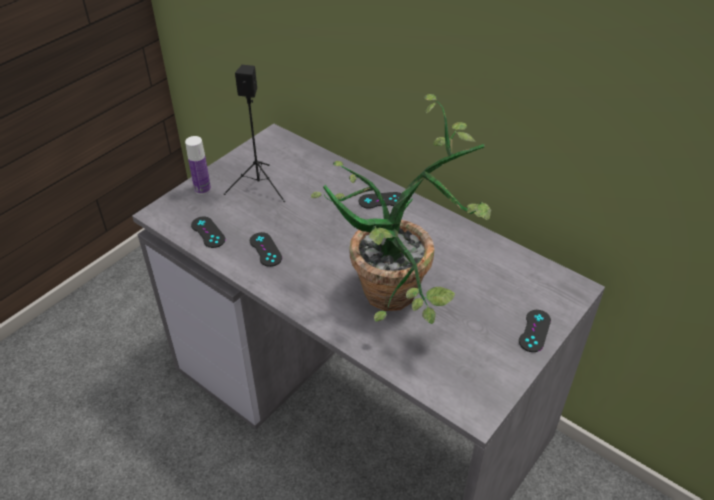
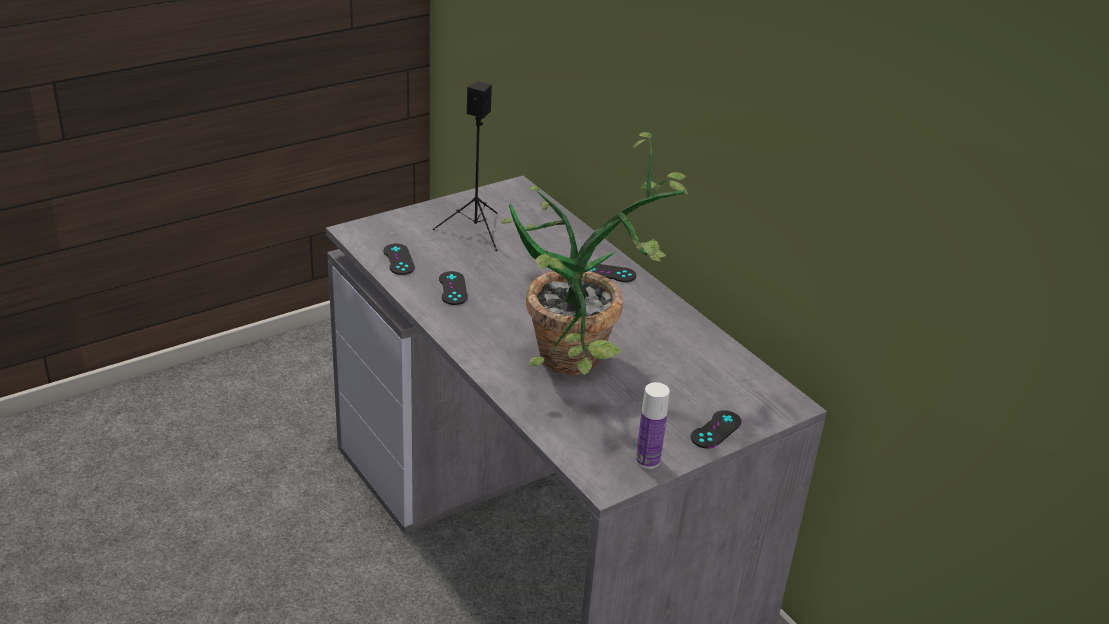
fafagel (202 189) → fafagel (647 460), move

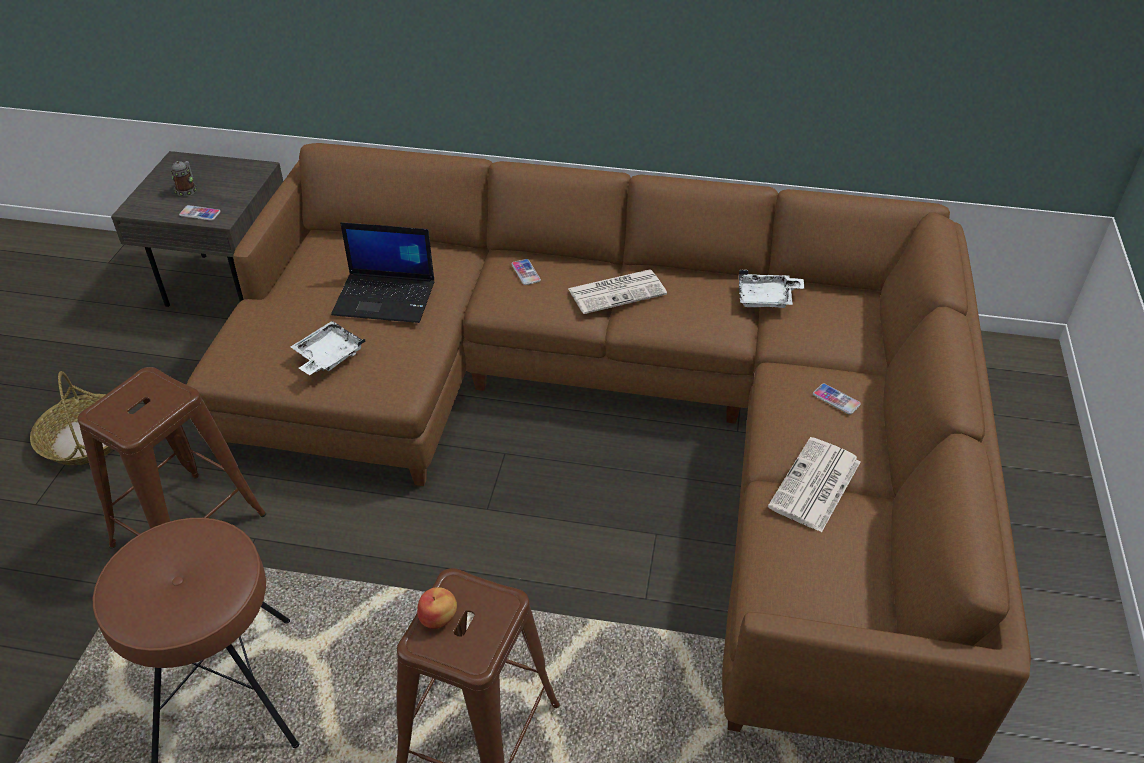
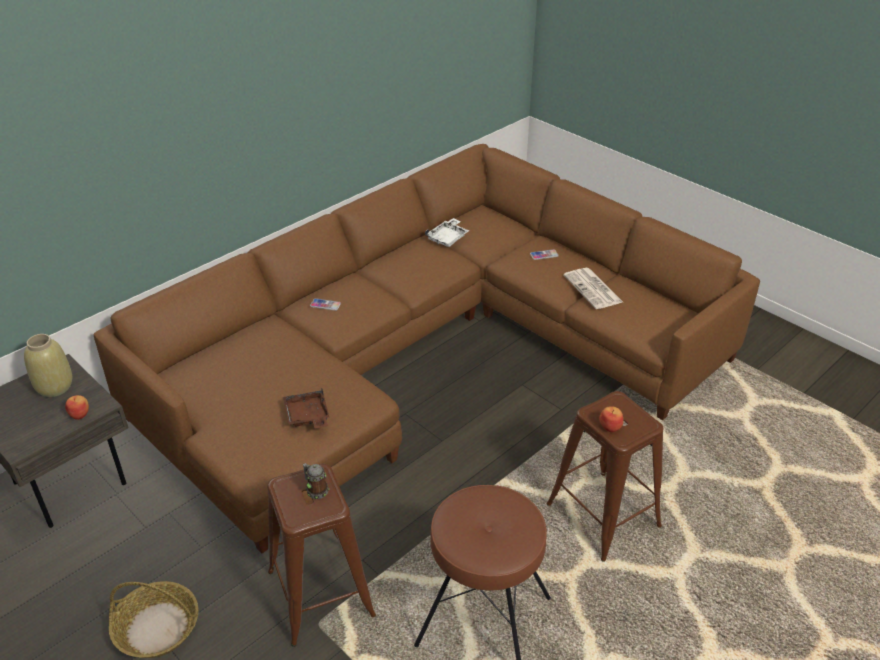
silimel (187 189) → silimel (315 489), move
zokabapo (200 214) → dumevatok (80 414)
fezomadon (386 298) → -
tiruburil (618 291) → -
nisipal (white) (328 356) → nisipal (brown) (307 416)
- → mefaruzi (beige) (54 387)

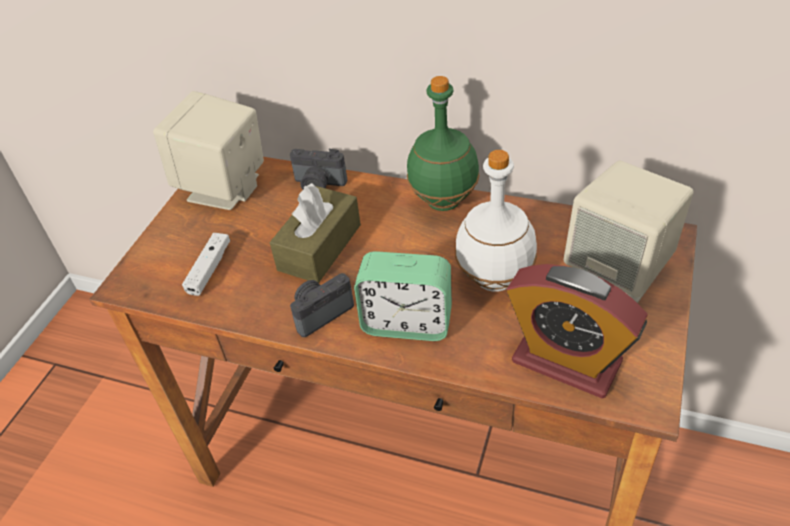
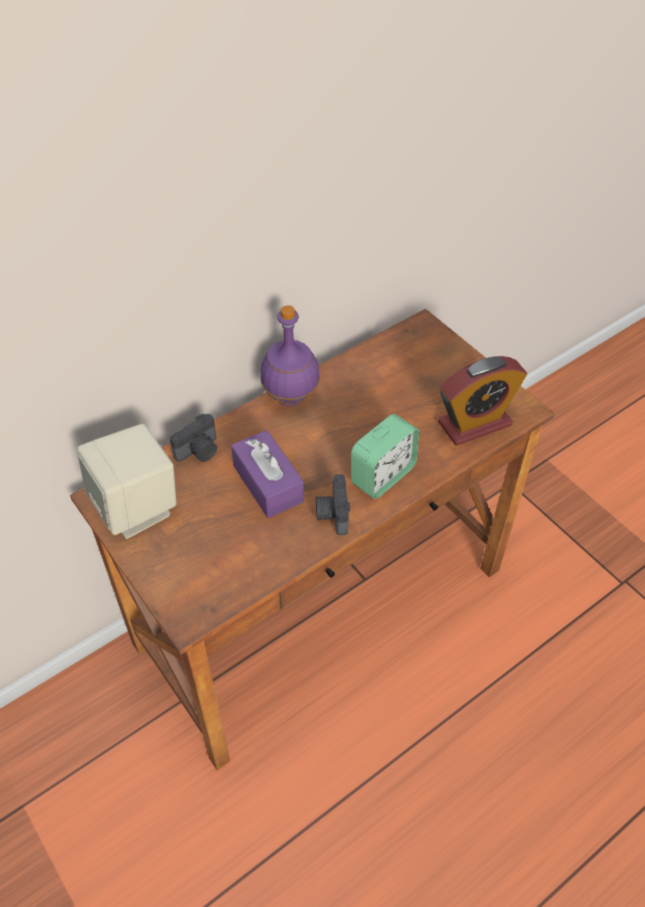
fafagel (green) (443 200) → fafagel (purple) (289 397)
fafagel (white) (495 280) → -
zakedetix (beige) (619 270) → -
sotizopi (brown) (319 247) → sotizopi (purple) (268 483)
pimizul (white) (209 269) → -

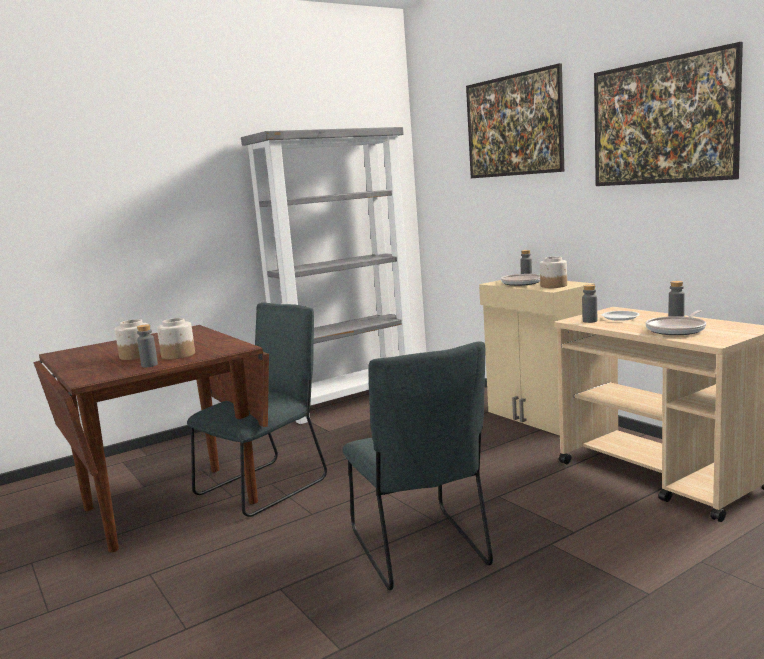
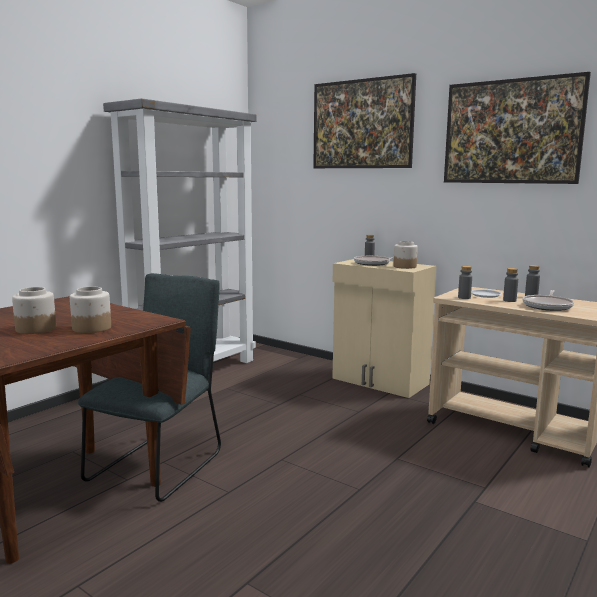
fafagel (grey) (149 365) → fafagel (grey) (509 300), move
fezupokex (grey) (421 552) → -

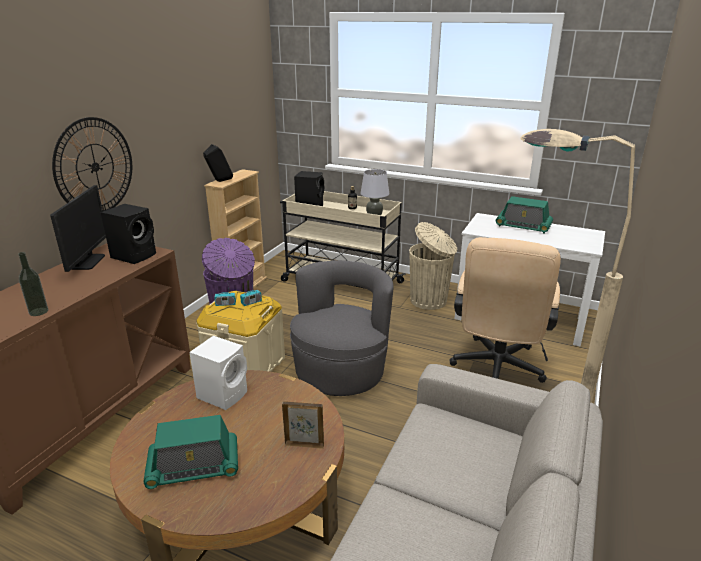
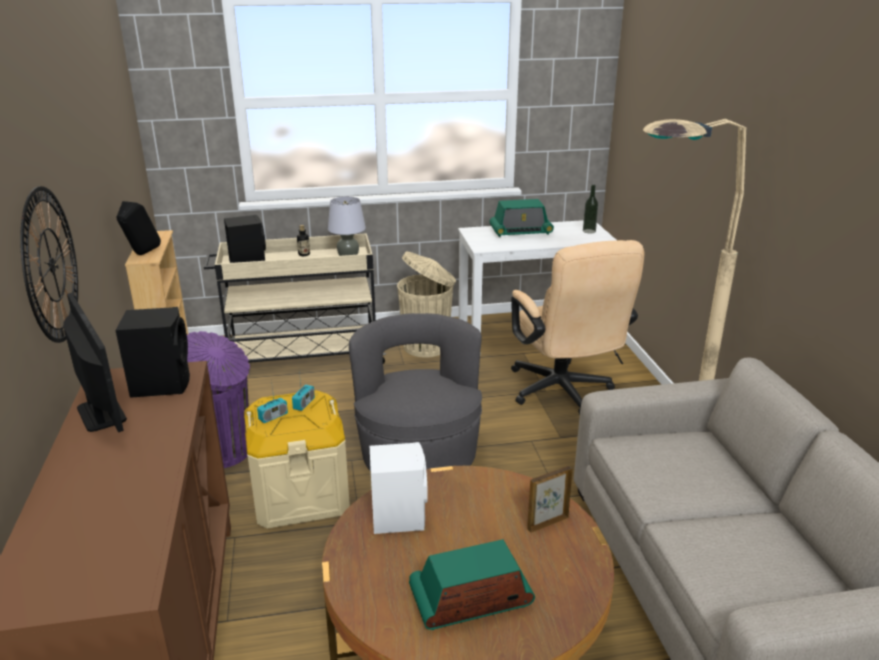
fafagel (38 311) → fafagel (589 231), move
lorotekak (193 467) → lorotekak (470 599), 150 degrees counterclockwise

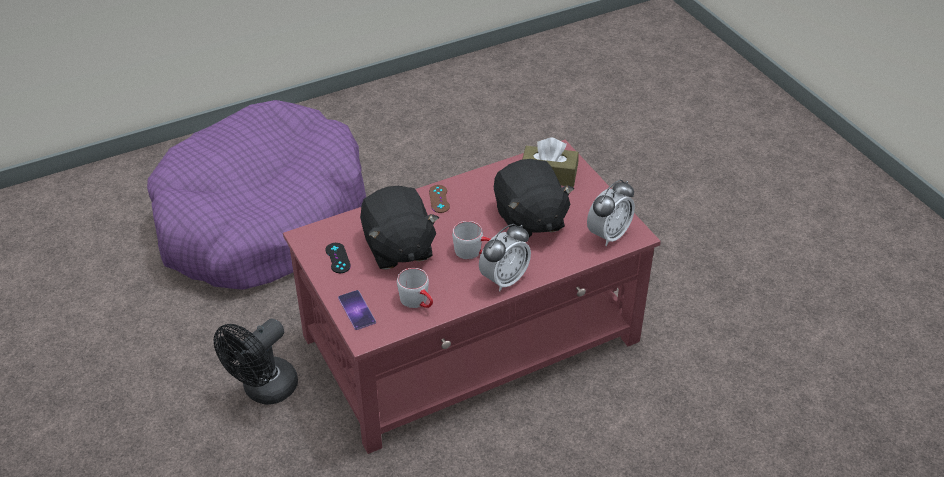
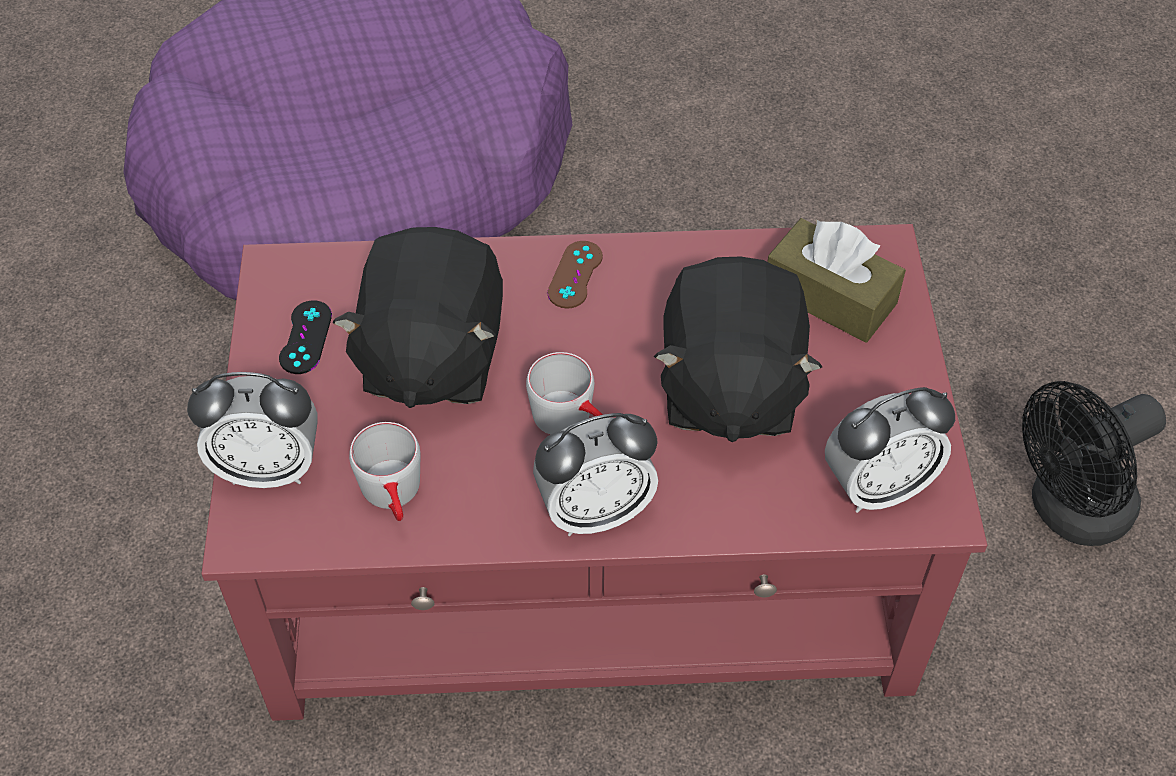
zokabapo (356 310) → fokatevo (269 468)
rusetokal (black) (264 391) → rusetokal (black) (1068 512), move

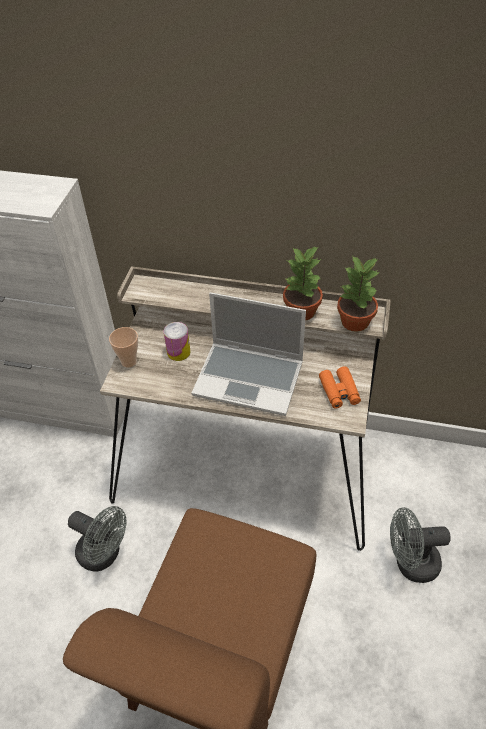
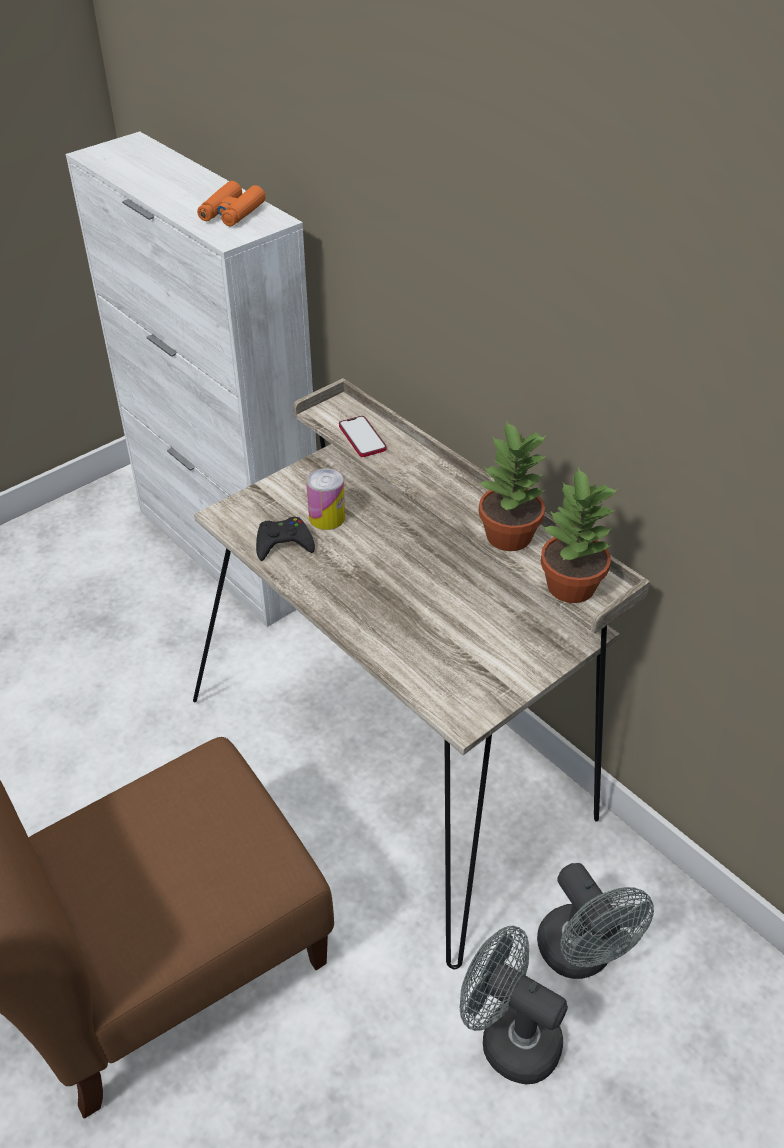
fezomadon (250 378) → -
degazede (129 361) → -
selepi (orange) (339 391) → selepi (orange) (231 213), move
rusetokal (grey) (104 554) → rusetokal (grey) (582 956), move
- → zokabapo (362 438)
- → pimizul (black) (283 543)

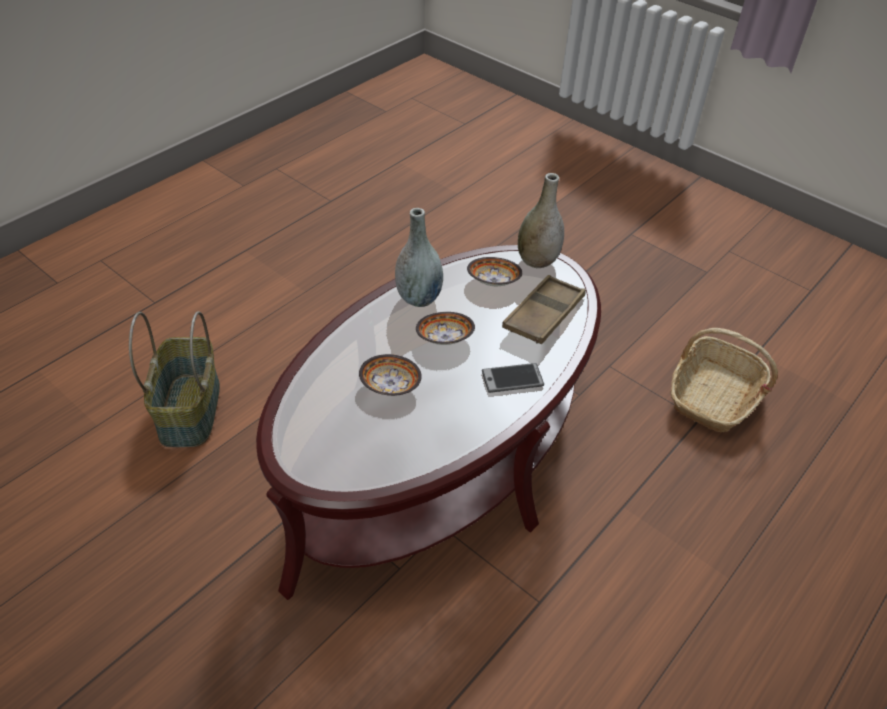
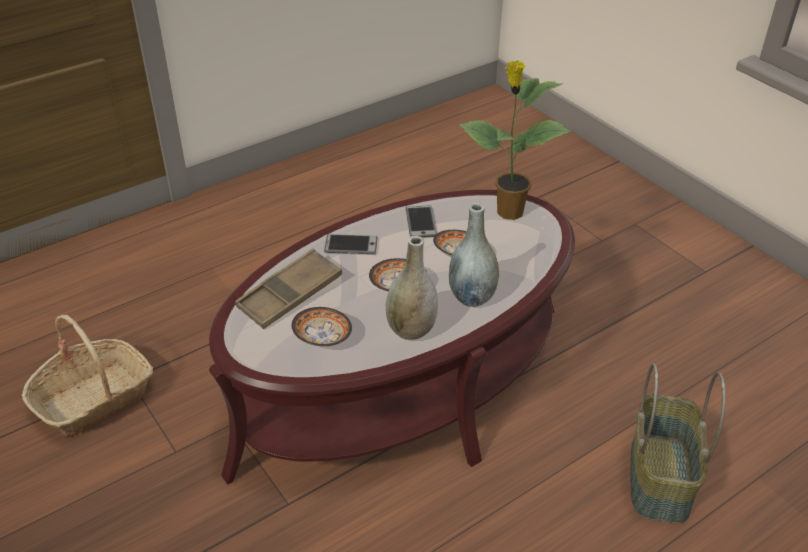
mefaruzi (grey) (537 261) → mefaruzi (grey) (471 297), move
- → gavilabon (508 212)
- → zokabapo (420 222)

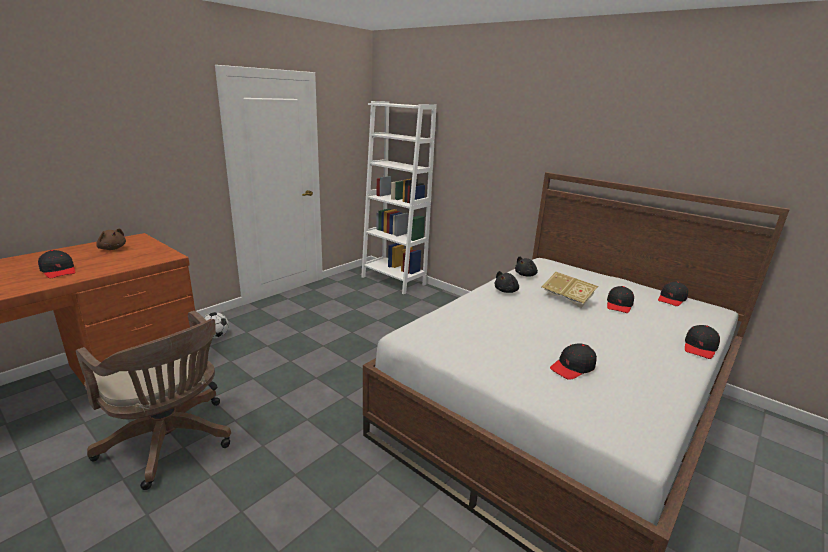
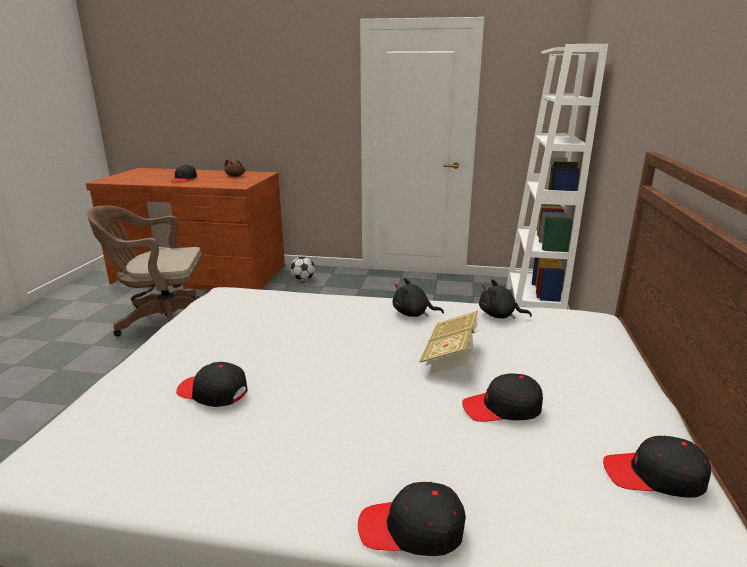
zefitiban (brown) (171 443) → zefitiban (brown) (163 322), 75 degrees clockwise

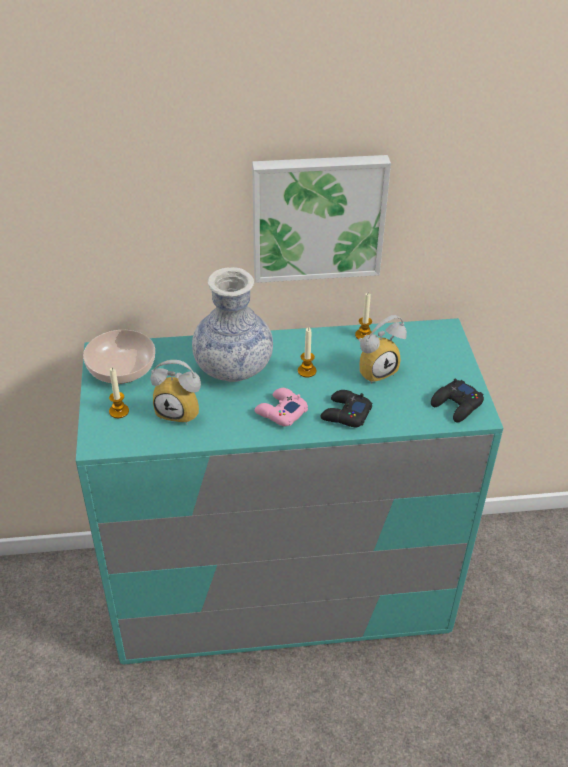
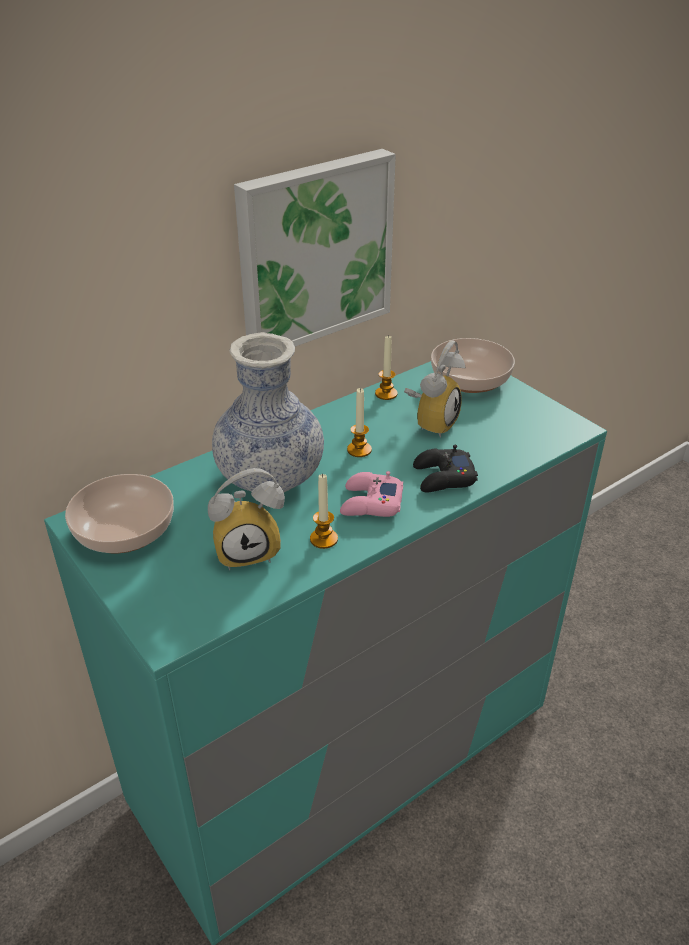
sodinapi (119 411) → sodinapi (323 539), move
pimizul (black) (456 405) → -
- → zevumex (469 379)

